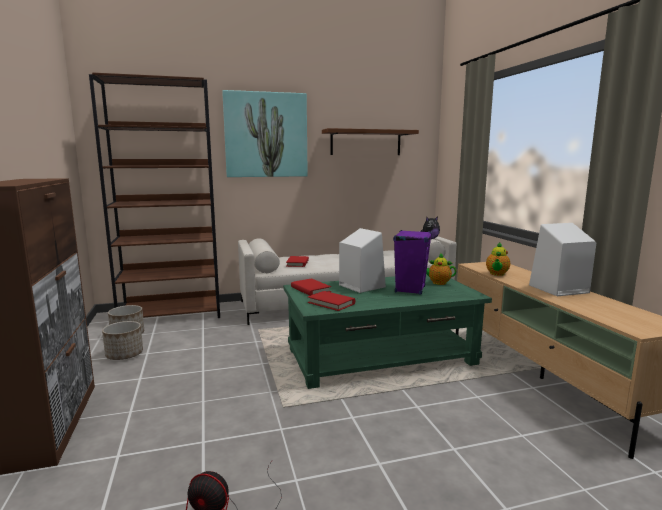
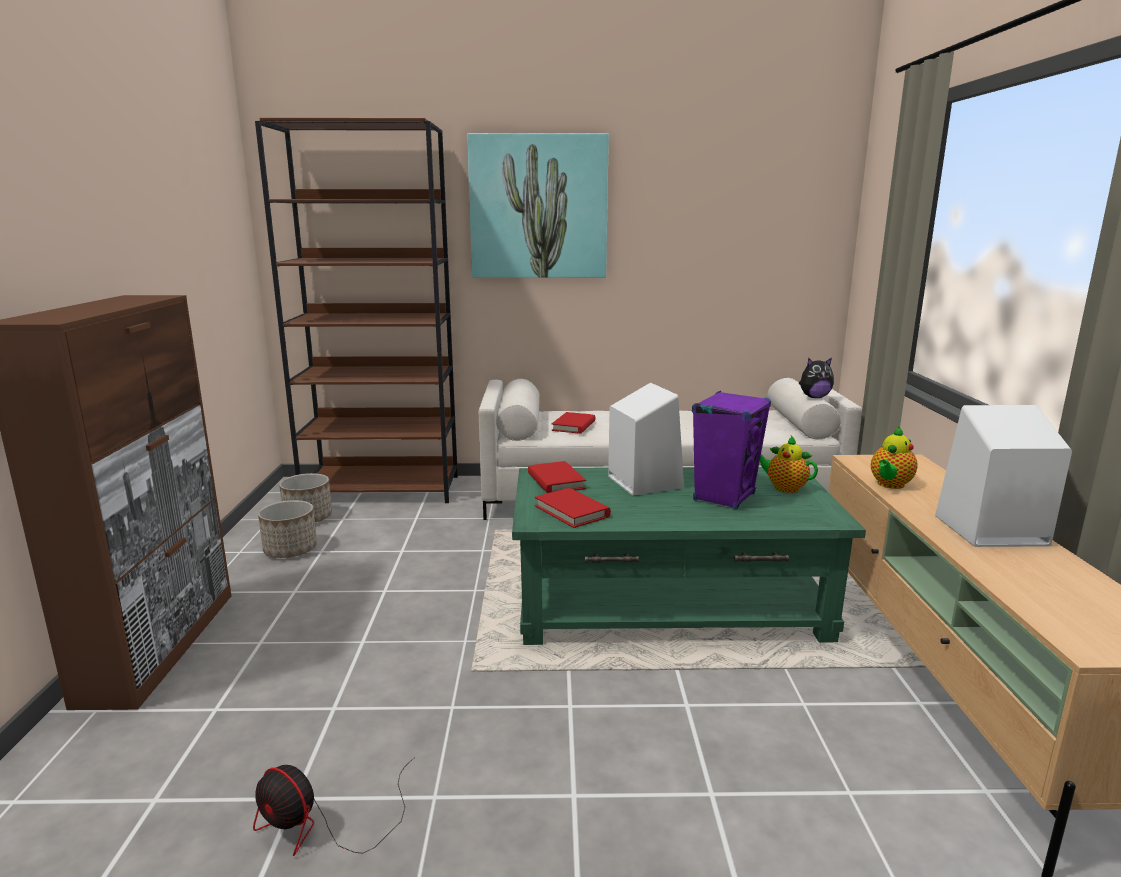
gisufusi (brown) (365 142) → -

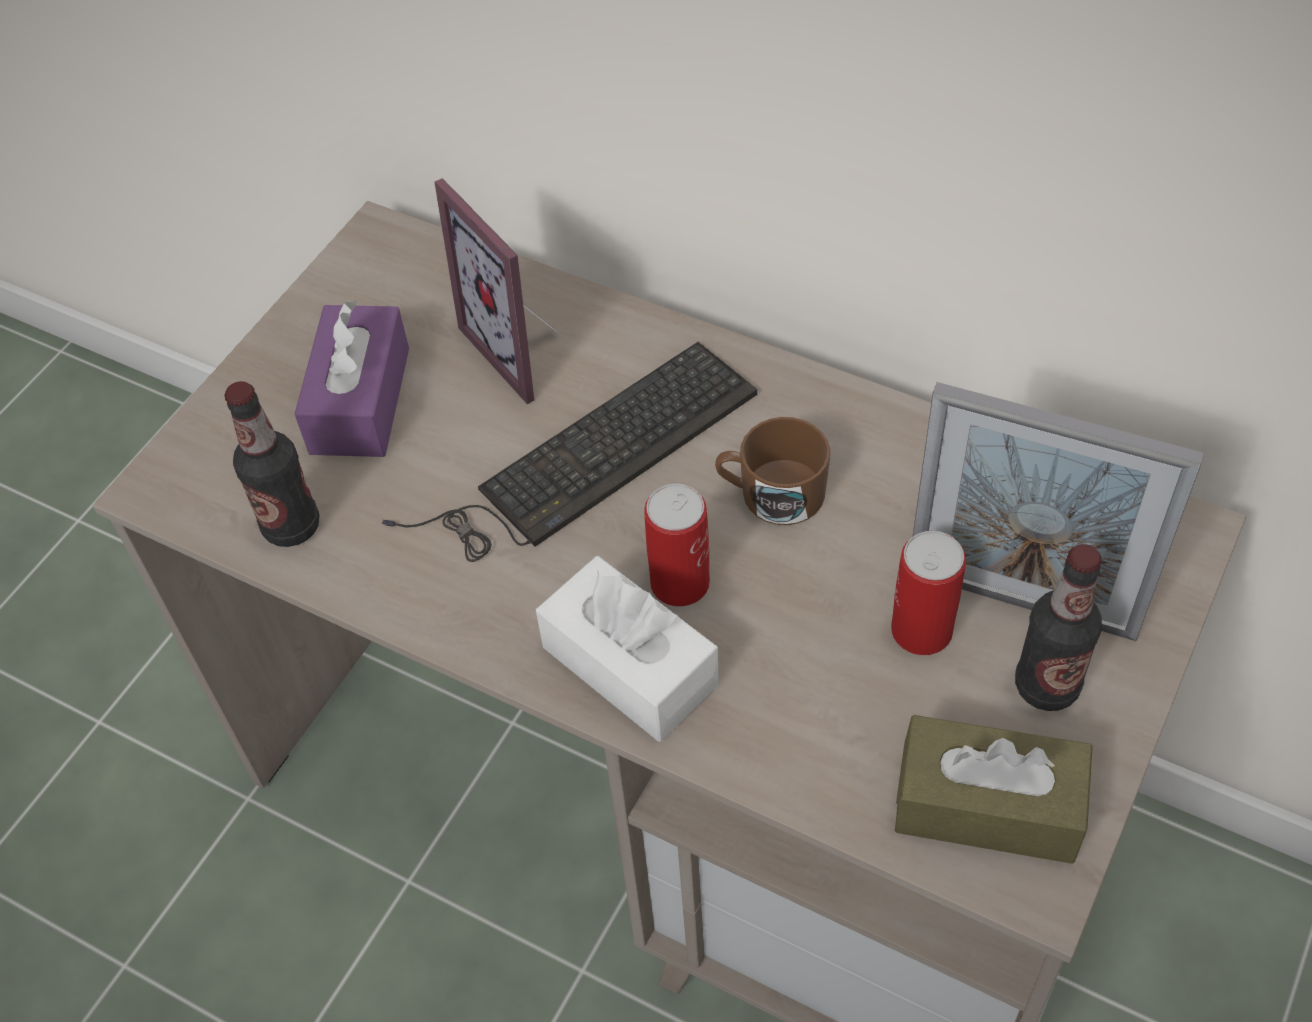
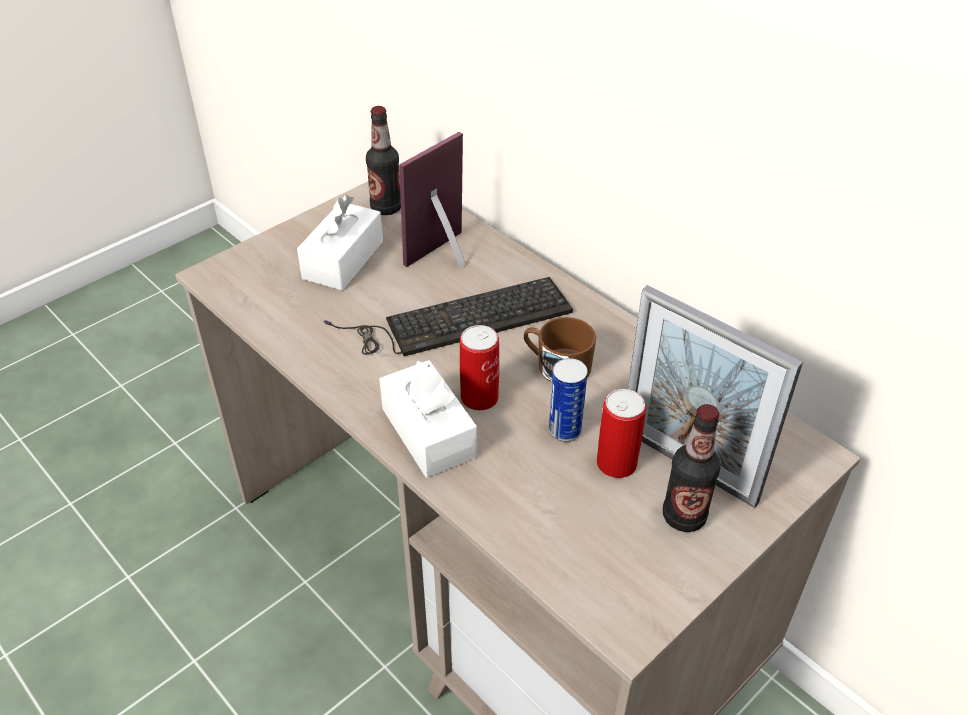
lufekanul (523 348) → lufekanul (447 257), 60 degrees clockwise
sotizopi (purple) (360 400) → sotizopi (white) (343 260)
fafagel (291 526) → fafagel (386 208), move
sotizopi (brown) (987 806) → -
- → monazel (565 431)

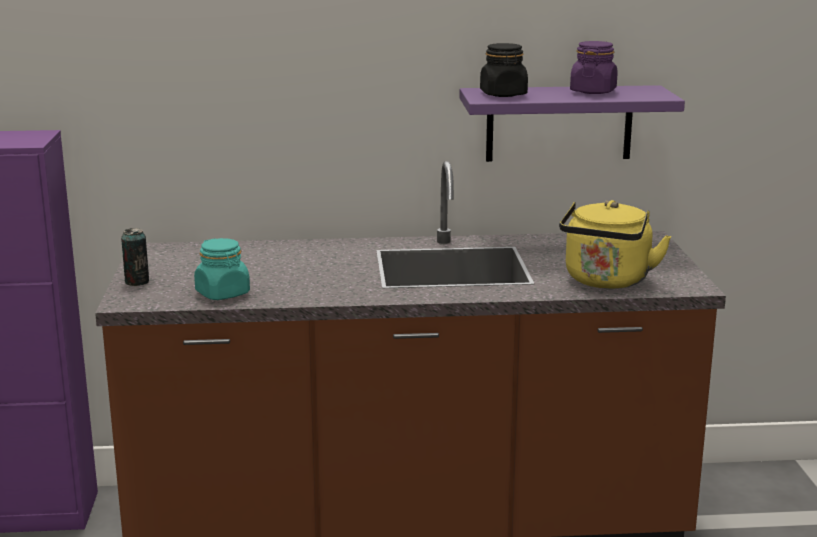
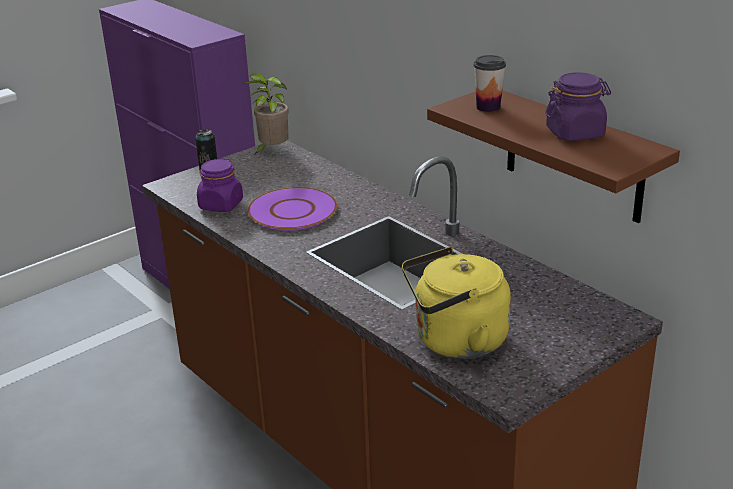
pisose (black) (503 94) → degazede (488 107)
gisufusi (purple) (559 123) → gisufusi (brown) (574 155)
pisose (turquoise) (223 293) → pisose (purple) (221 205)
- → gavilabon (272 151)
- → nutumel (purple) (293 211)

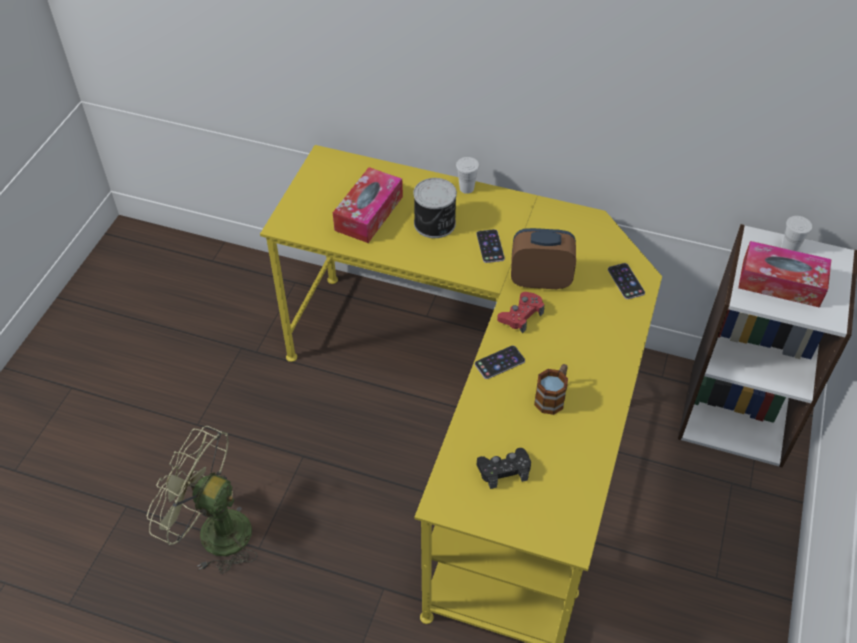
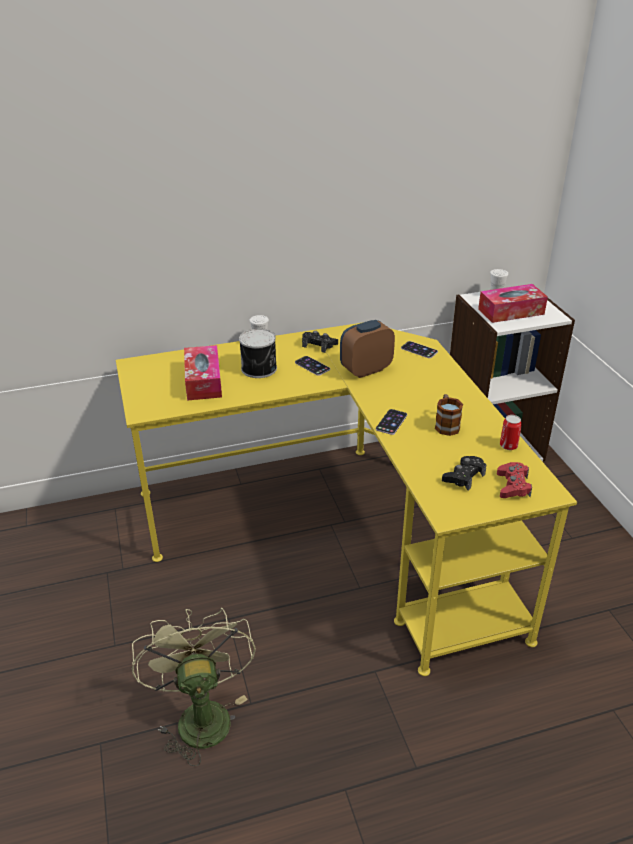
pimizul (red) (521 315) → pimizul (red) (513 486), move
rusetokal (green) (213 531) → rusetokal (green) (200 714), 90 degrees clockwise
- → pimizul (black) (319 345)
- → monazel (508 446)

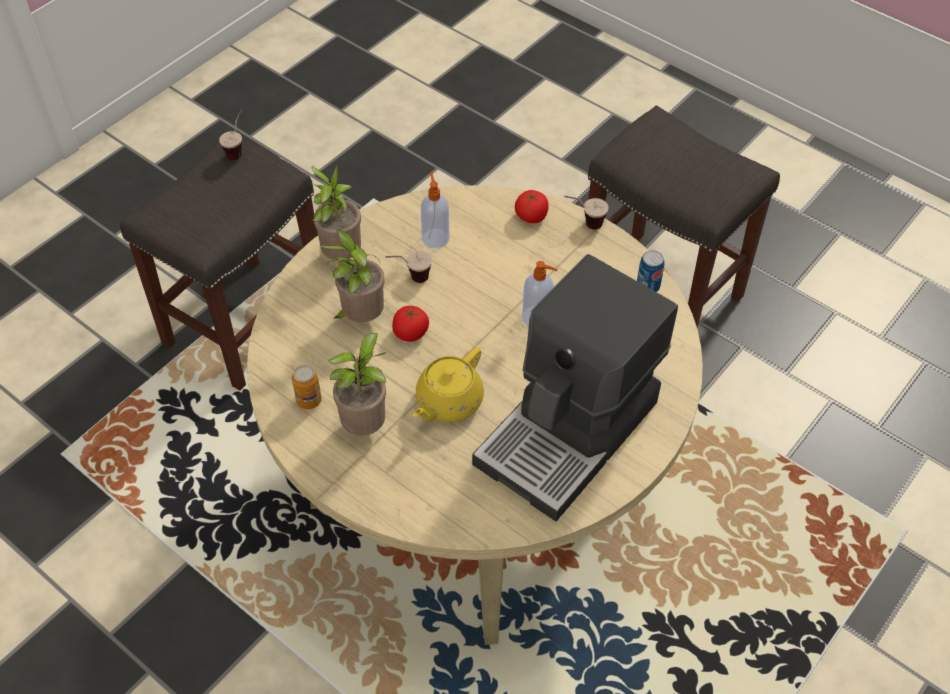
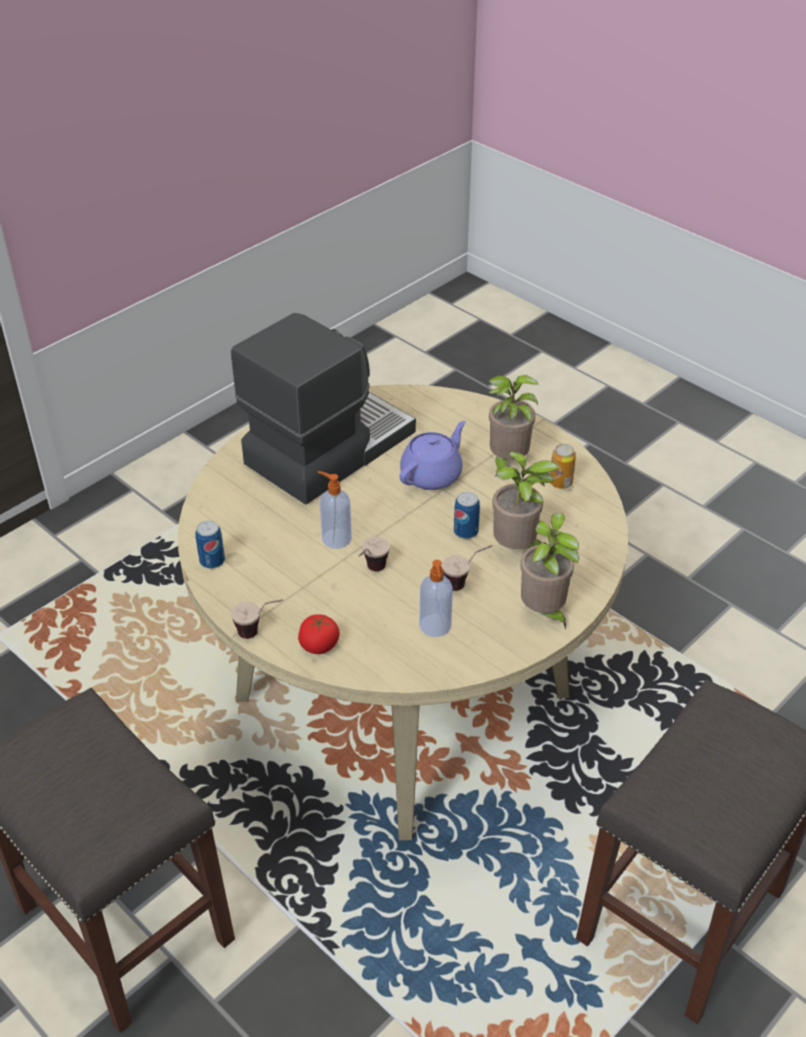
degazede (238 149) → degazede (371 572), move
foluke (410 333) → monazel (466 531)
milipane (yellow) (448 402) → milipane (purple) (432 475)

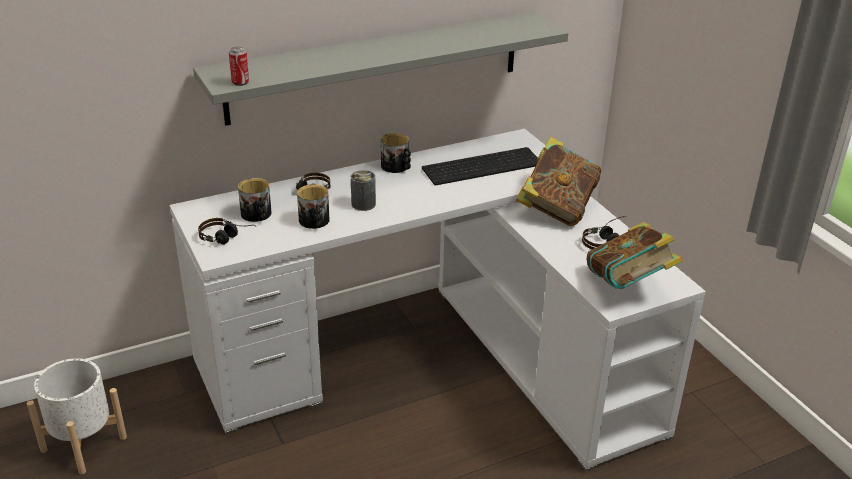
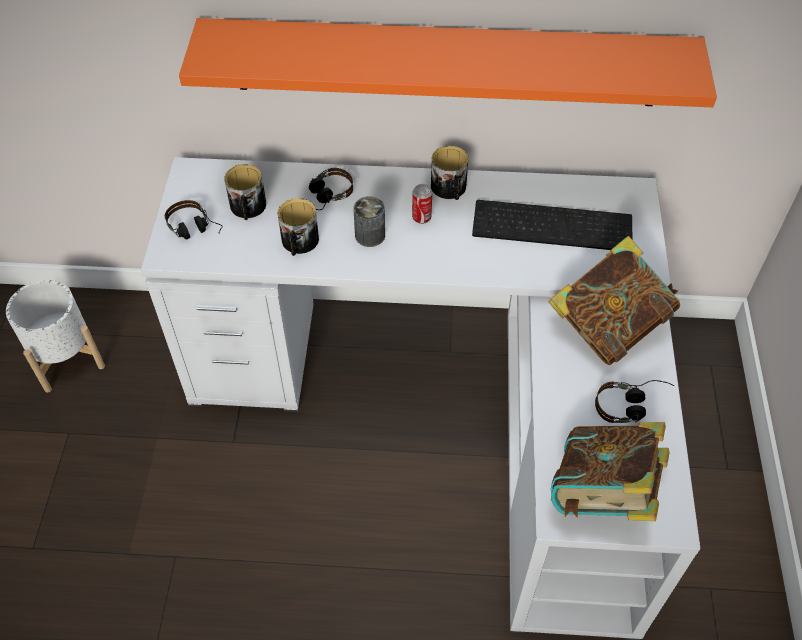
gisufusi (grey) (376 67) → gisufusi (orange) (446 62)
monazel (240 82) → monazel (421 217), move

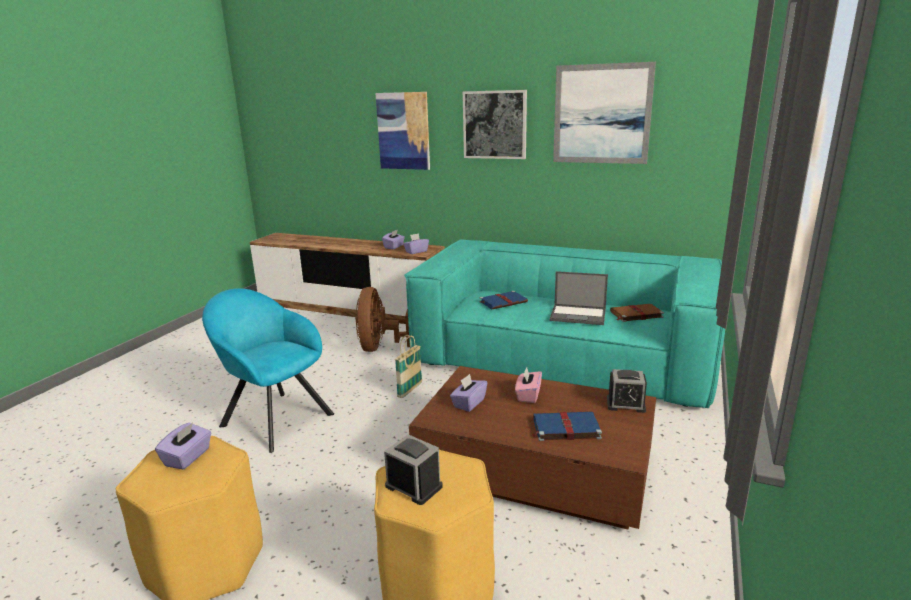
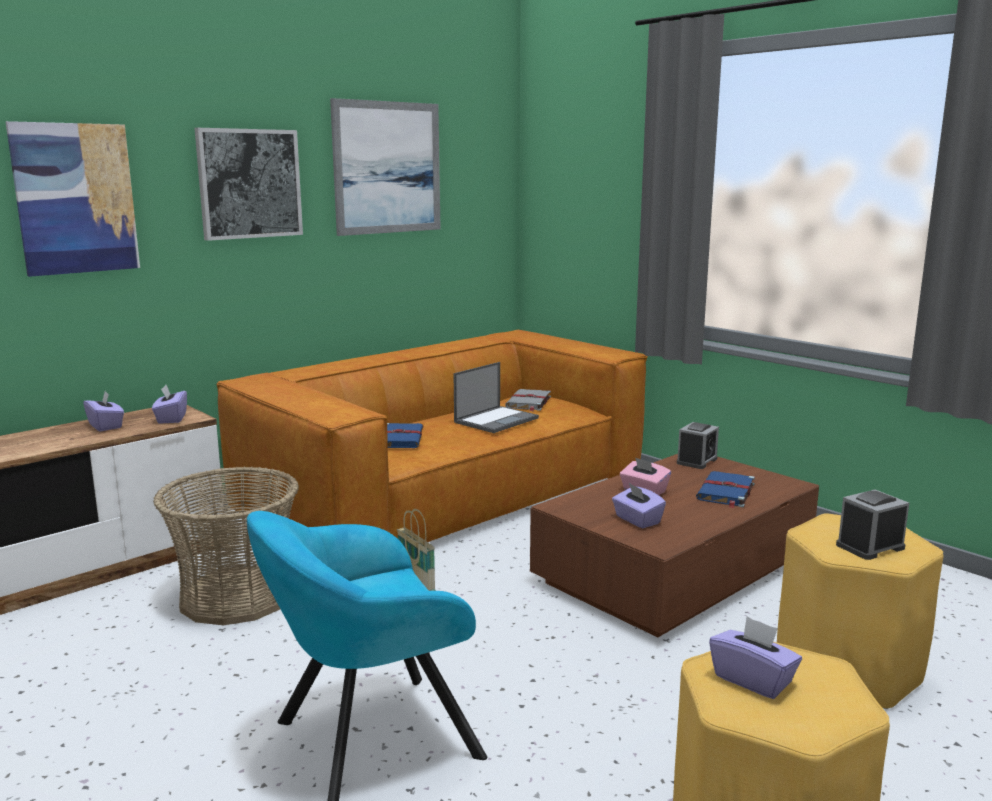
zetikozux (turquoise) (562 356) → zetikozux (brown) (448 493)
rusetokal (brown) (381 347) → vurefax (237 596)
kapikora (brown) (635 314) → kapikora (grey) (528 402)

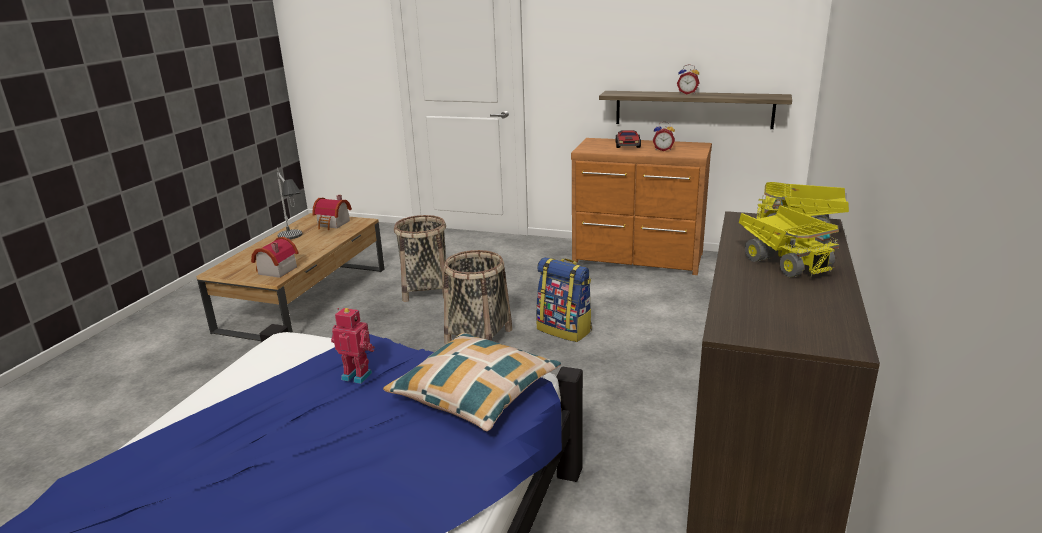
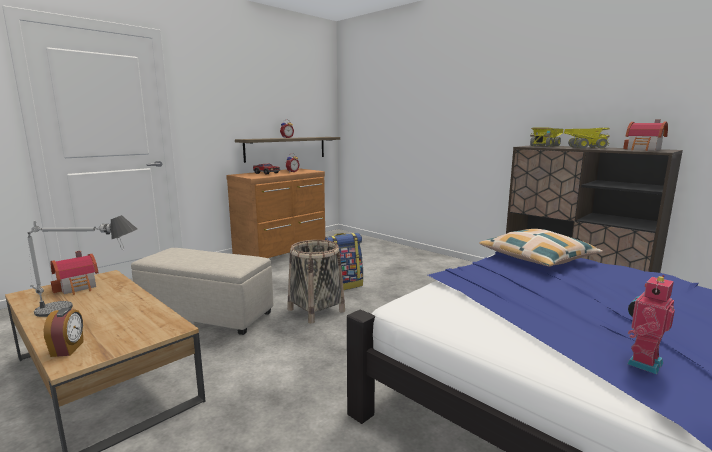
vurefax (426 290) → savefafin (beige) (207 314)
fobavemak (275 271) → fobavemak (644 149), move
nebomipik (358 375) → nebomipik (642 362), move
- → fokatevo (68 349)

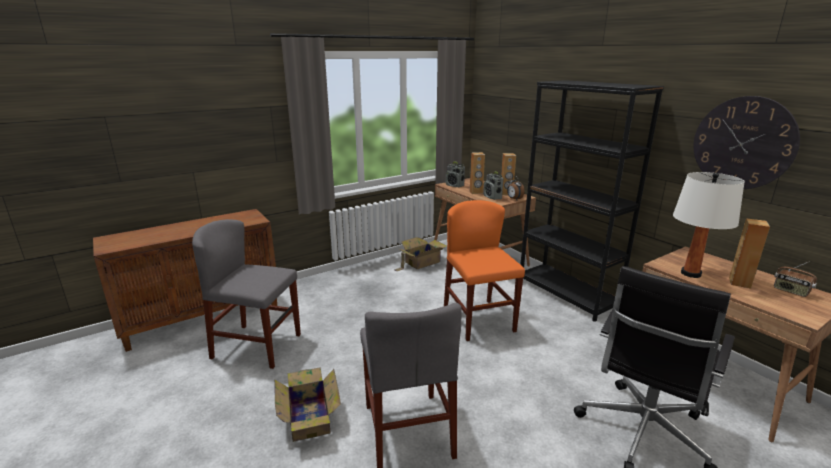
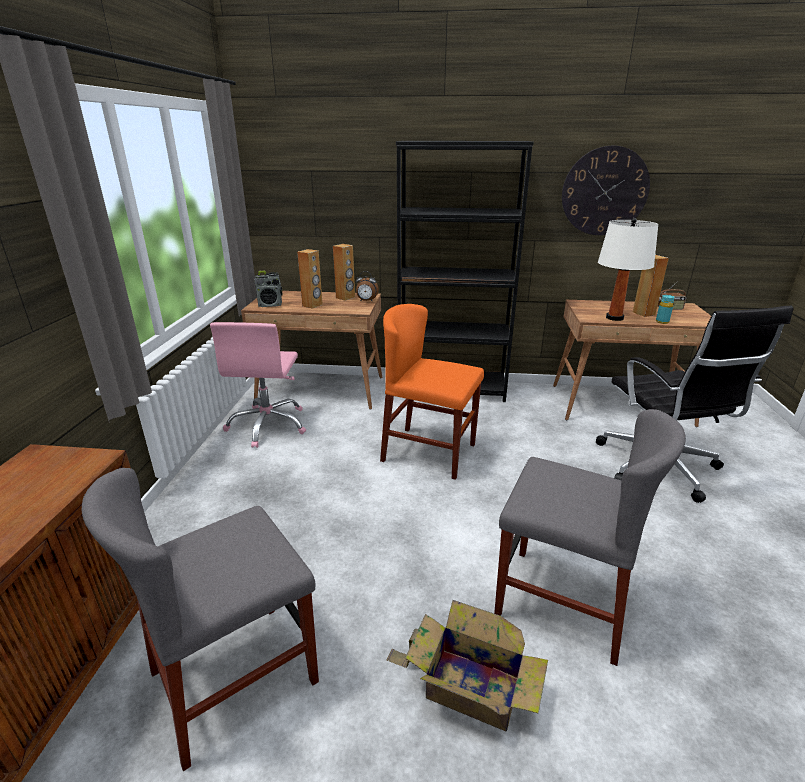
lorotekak (492 197) → -
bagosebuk (421 262) → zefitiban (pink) (268 425)
- → fafagel (turquoise) (662 322)

